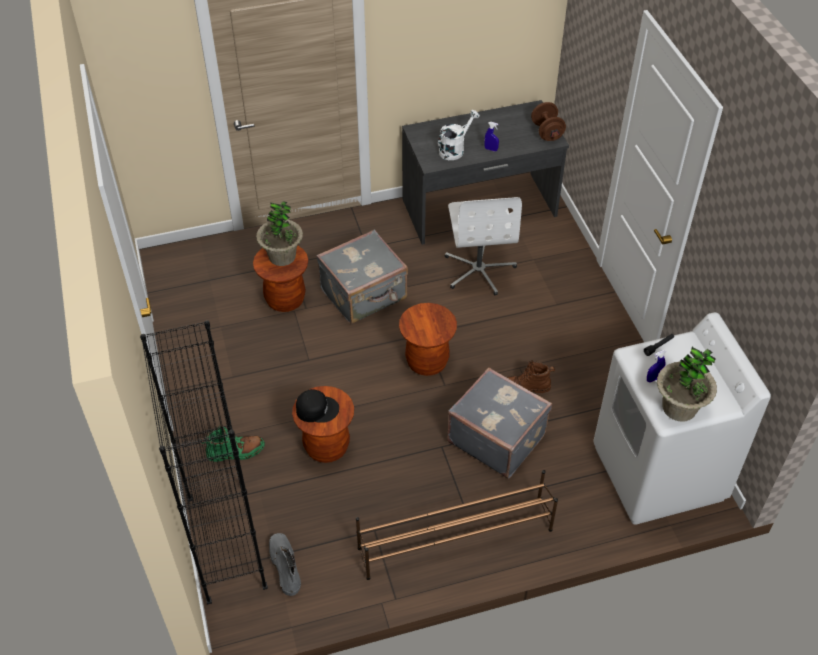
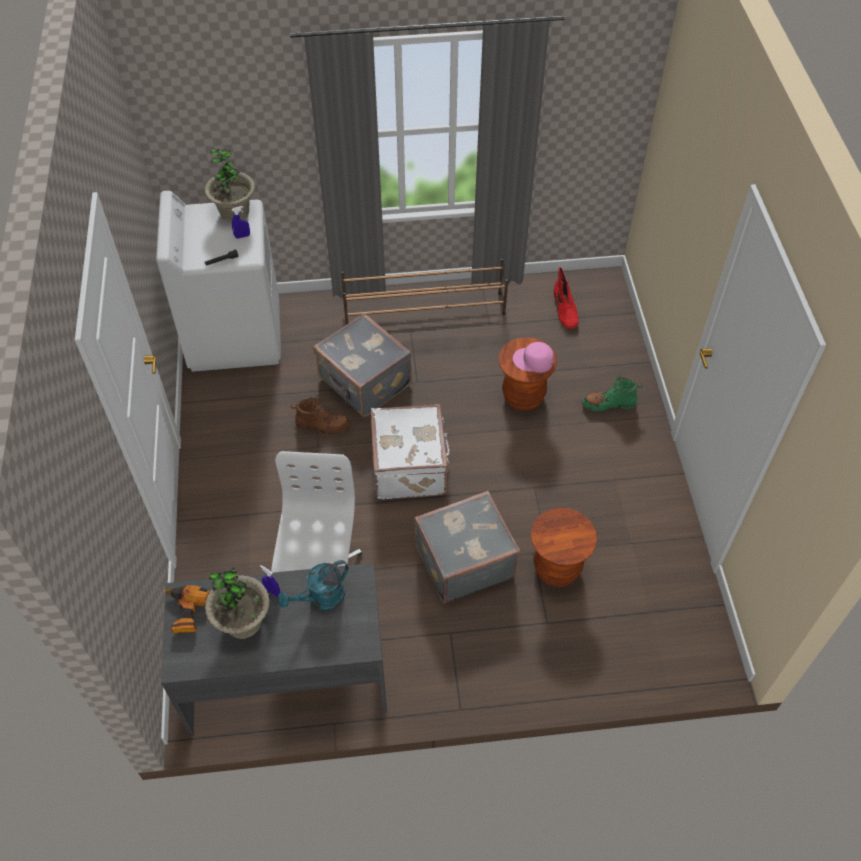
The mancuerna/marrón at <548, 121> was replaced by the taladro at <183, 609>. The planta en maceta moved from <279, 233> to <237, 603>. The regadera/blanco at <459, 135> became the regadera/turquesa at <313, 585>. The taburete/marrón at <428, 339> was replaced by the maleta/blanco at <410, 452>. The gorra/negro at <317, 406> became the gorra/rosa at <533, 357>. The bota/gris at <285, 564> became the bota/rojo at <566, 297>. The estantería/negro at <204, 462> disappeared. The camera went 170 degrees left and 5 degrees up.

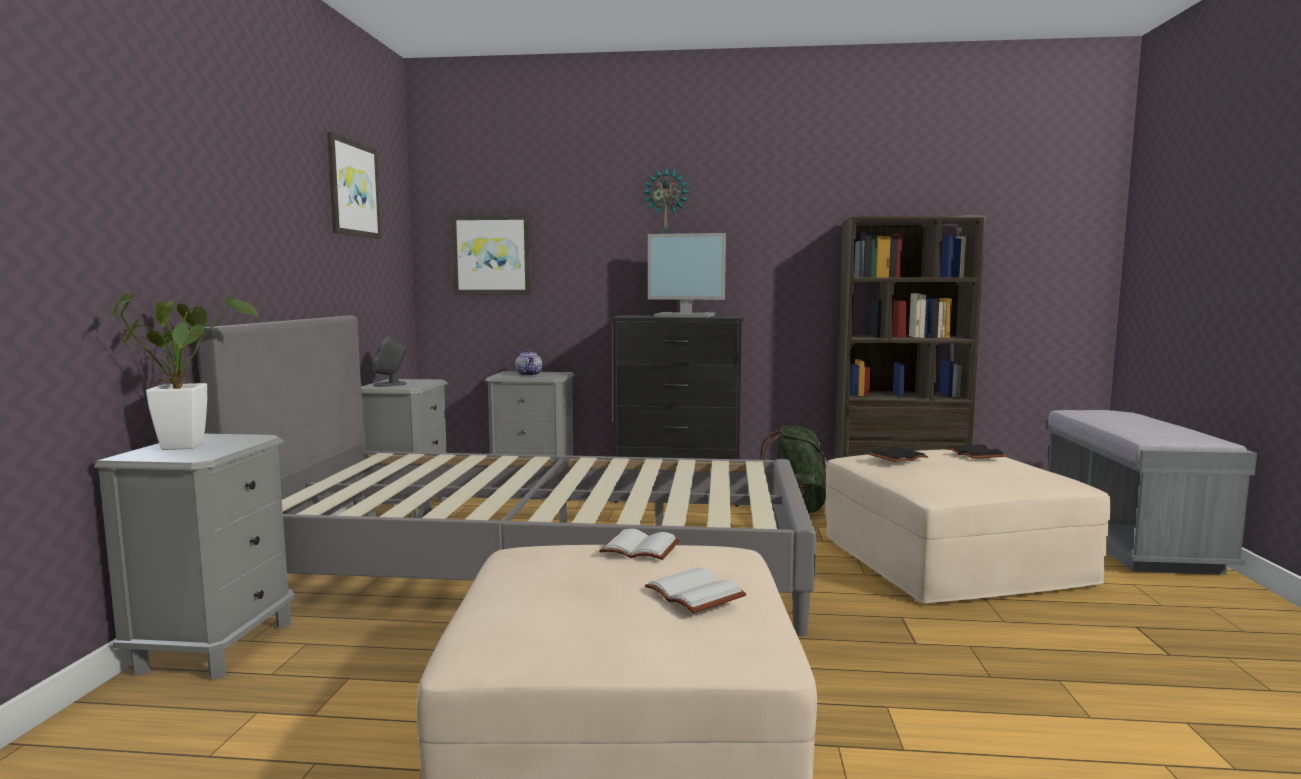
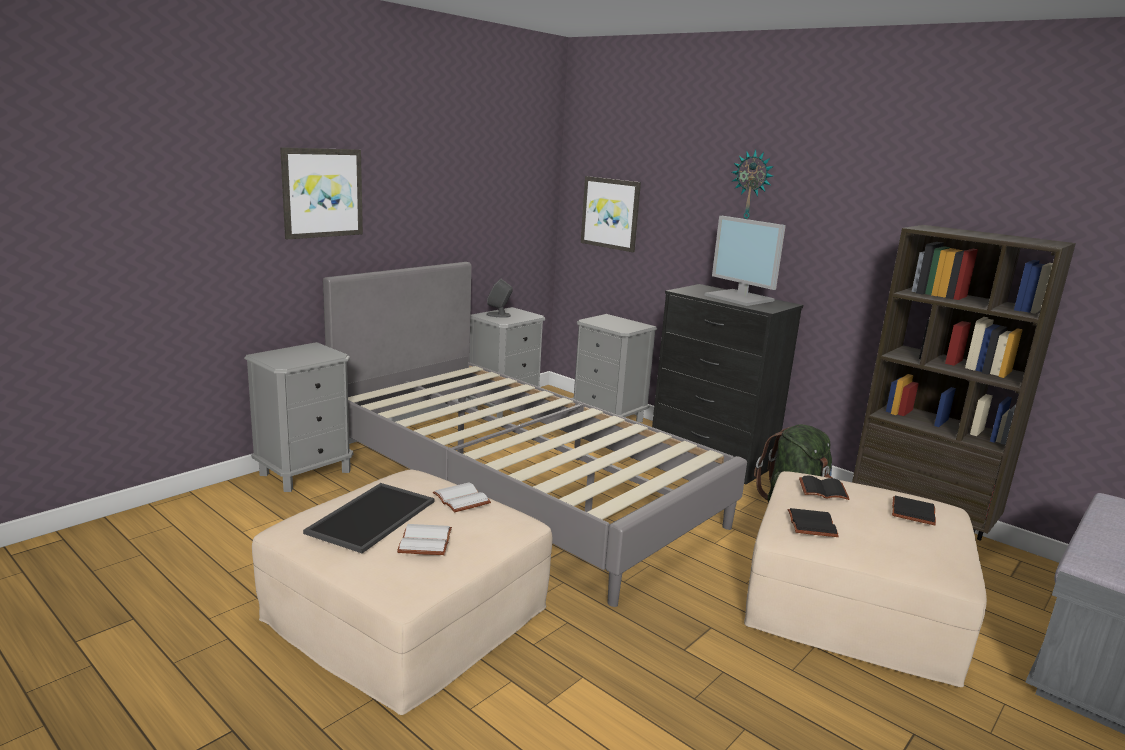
The cuadro moved from <354, 185> to <321, 193>. The bandeja at <369, 518> appeared. The libro/negro at <813, 522> appeared. The planta en maceta at <185, 371> disappeared. The tetera at <528, 362> disappeared. The camera went 35 degrees right and 10 degrees up.

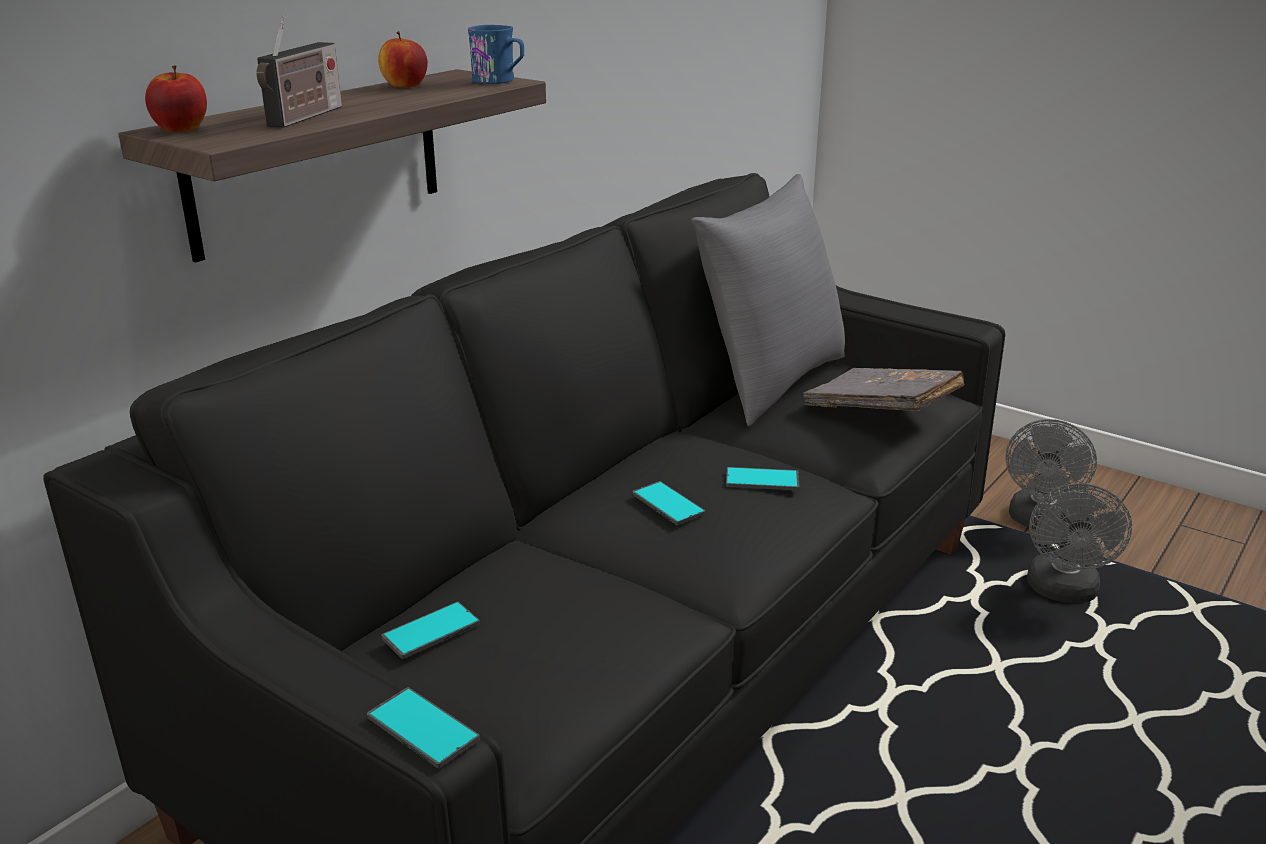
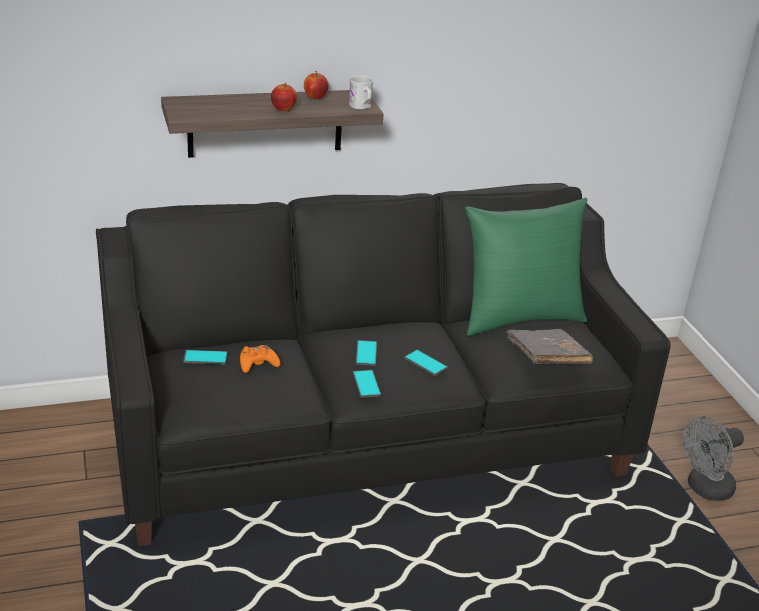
The mando de consola/naranja at <260, 359> appeared. The manzana moved from <176, 98> to <284, 97>. The taza grande/azul at <496, 54> became the taza grande/blanco at <361, 92>. The móvil moved from <423, 727> to <367, 384>. The cojín/gris at <768, 300> became the cojín/verde at <526, 267>. The radio at <299, 71> disappeared. The ventilador/gris at <1079, 543> disappeared. The camera went 35 degrees right and 5 degrees up.

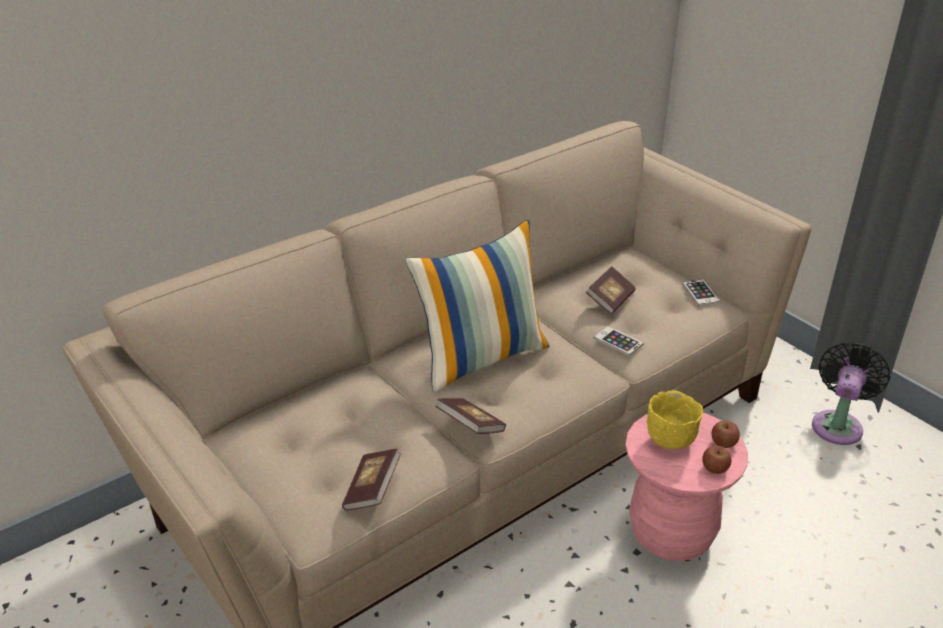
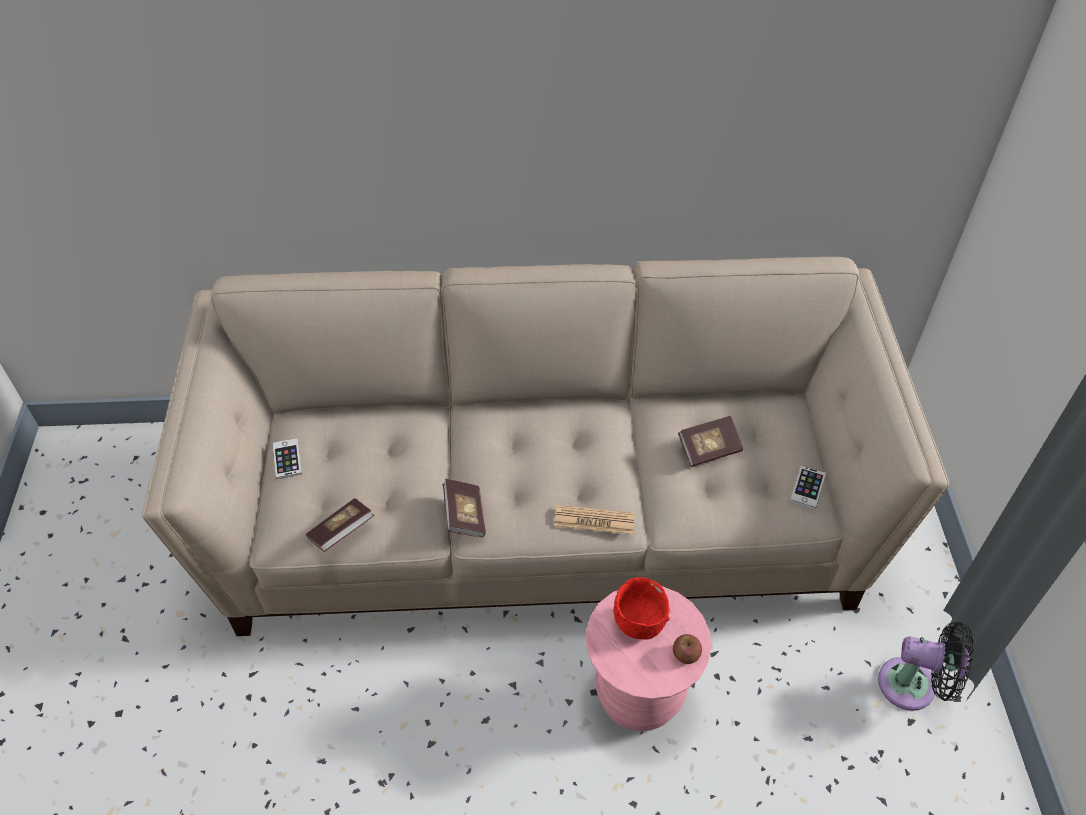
The móvil moved from <618, 341> to <287, 458>. The periódico at <594, 520> appeared. The cuenco/amarillo at <675, 419> became the cuenco/rojo at <641, 608>. The ventilador/negro at <851, 393> turned 45 degrees clockwise. The cojín at <477, 306> disappeared. The manzana at <717, 459> disappeared. The camera went 35 degrees right and 15 degrees up.

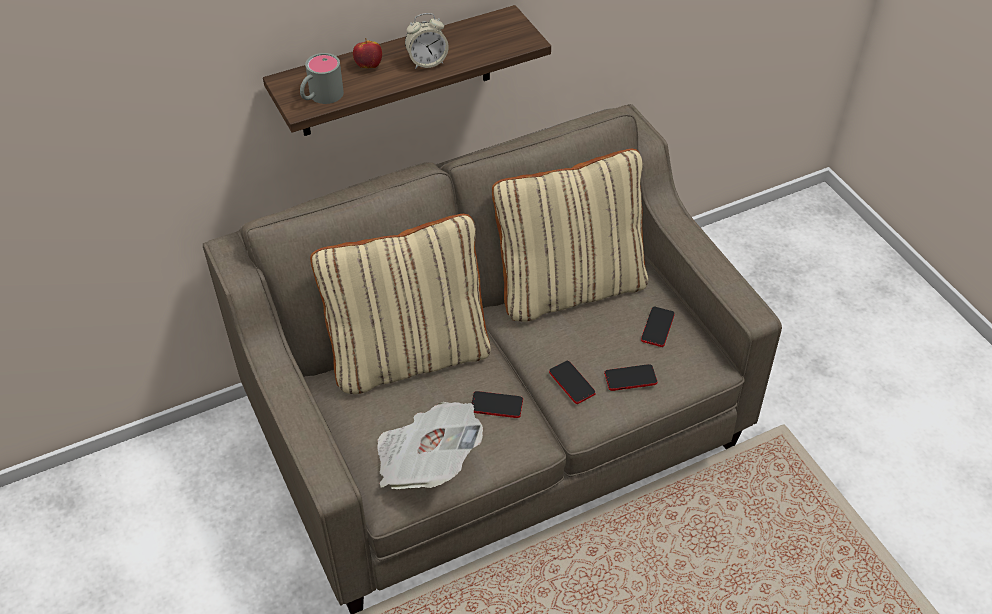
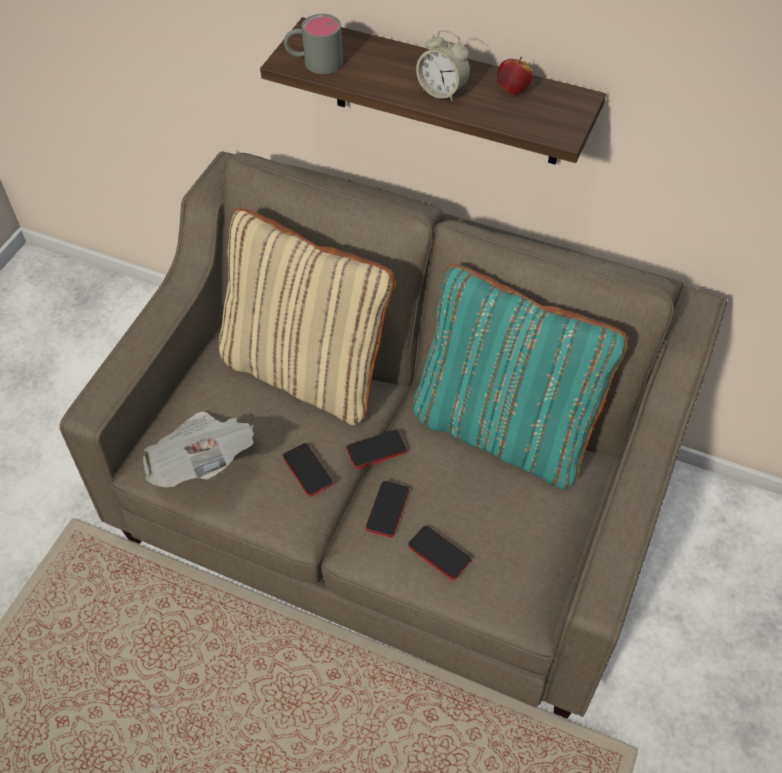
The móvil moved from <658, 326> to <376, 449>. The cojín/beis at <570, 235> became the cojín/turquesa at <520, 376>. The manzana moved from <367, 53> to <514, 75>. The camera went 50 degrees right and 5 degrees up.

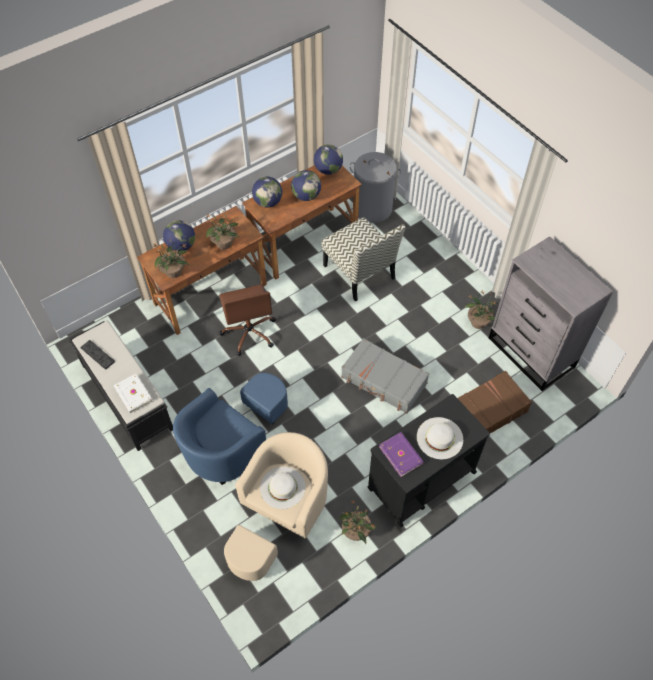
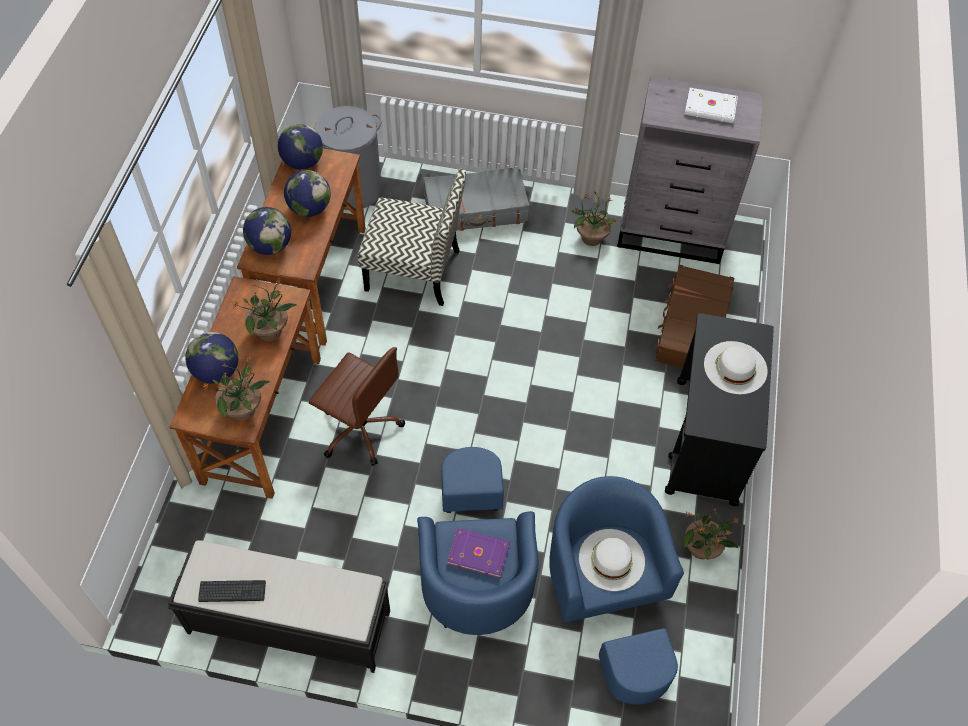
The maleta/gris moved from <385, 376> to <476, 199>. The libro/morado moved from <401, 454> to <478, 553>. The sillón/beis at <276, 506> became the sillón/azul at <616, 590>. The libro/blanco moved from <133, 393> to <711, 105>. The camera went 45 degrees left and 0 degrees up.

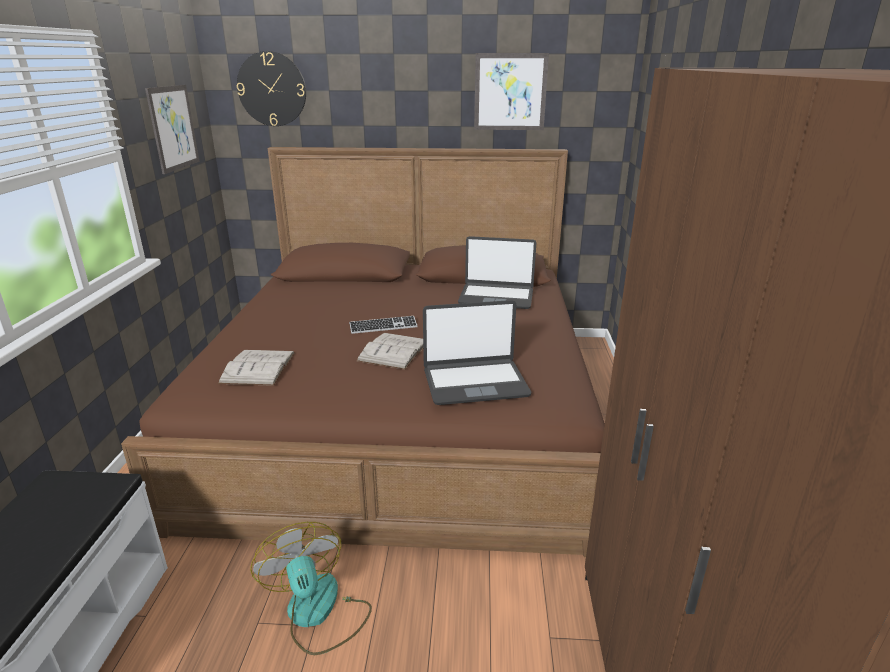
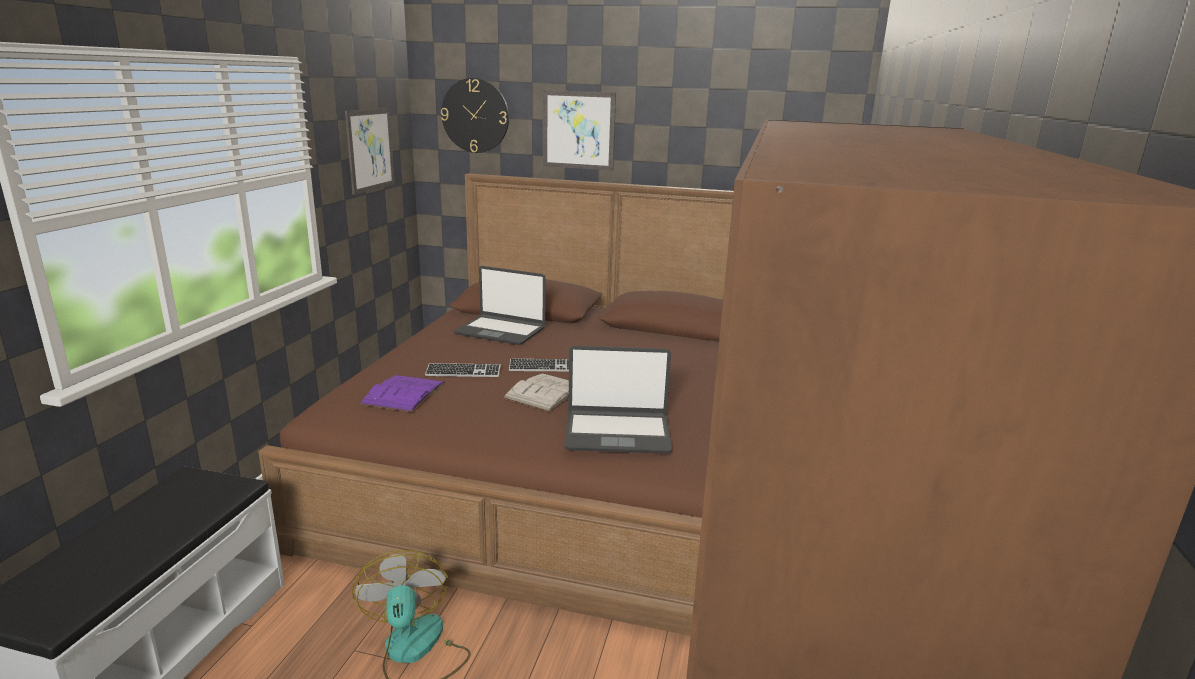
The libro/blanco at <256, 368> became the libro/morado at <402, 393>. The teclado at <463, 370> appeared. The portátil moved from <497, 272> to <500, 305>. The cuadro moved from <511, 91> to <579, 130>. The camera went 10 degrees right and 5 degrees down.

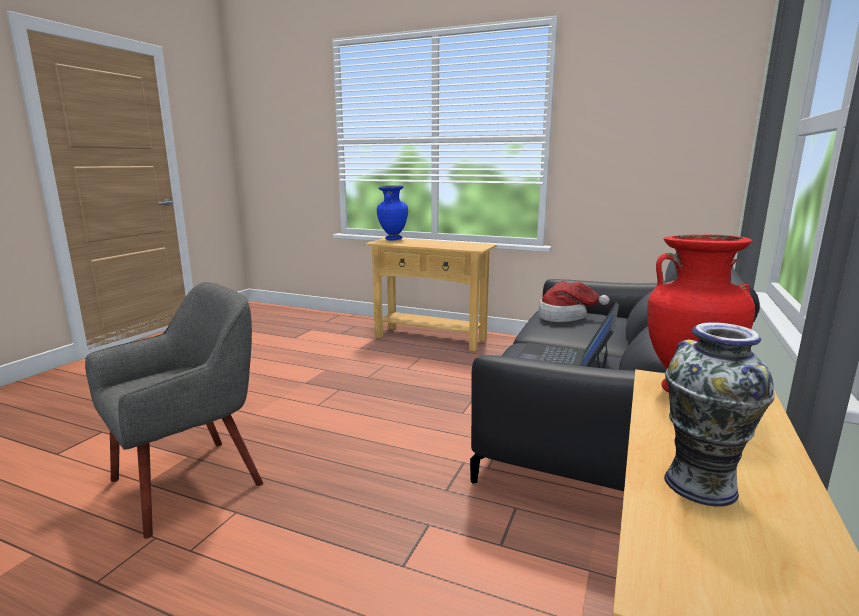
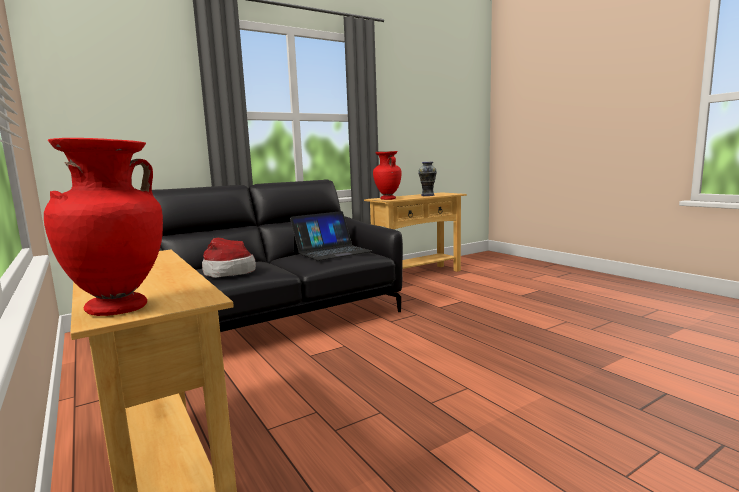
The florero/azul at <392, 212> became the florero/rojo at <103, 227>. The sillón/gris at <174, 410> disappeared. The camera went 145 degrees left and 5 degrees down.

